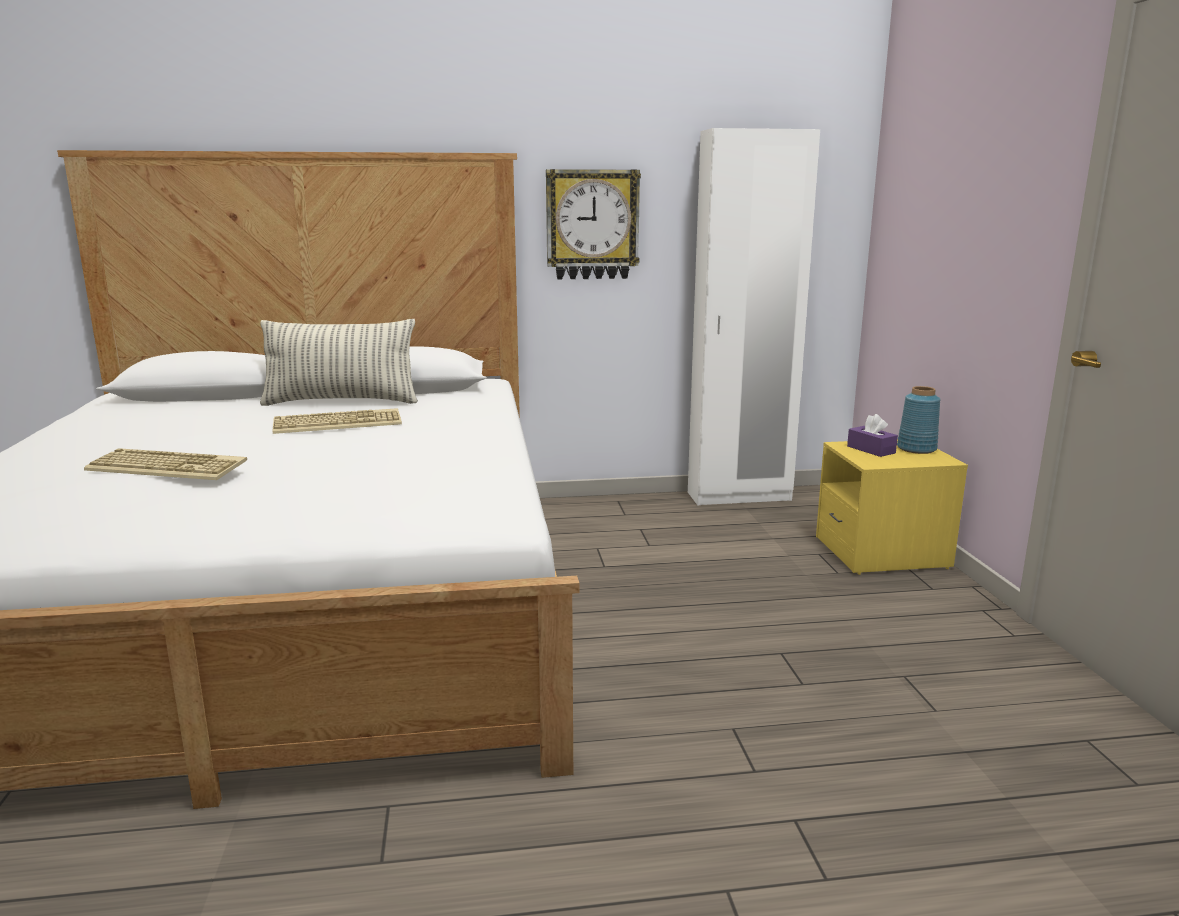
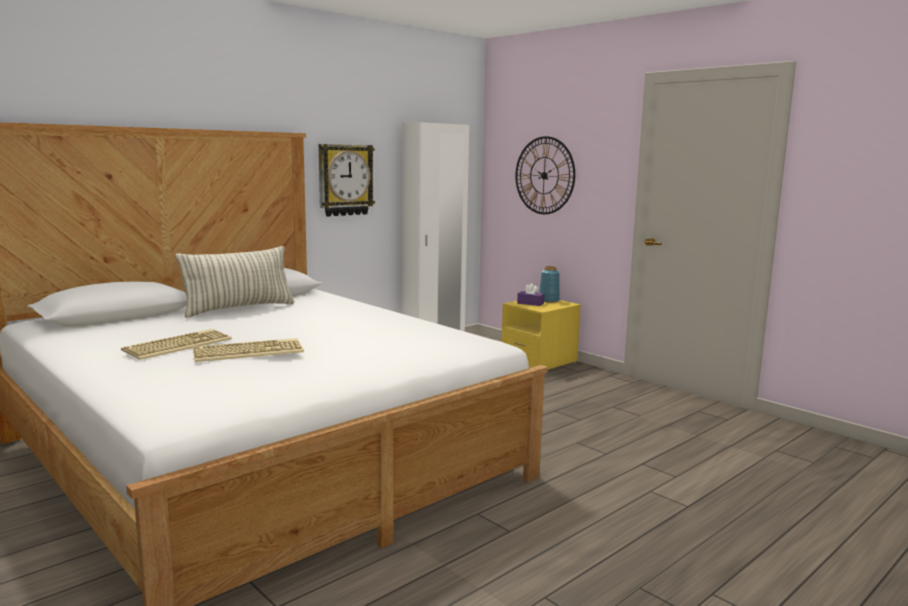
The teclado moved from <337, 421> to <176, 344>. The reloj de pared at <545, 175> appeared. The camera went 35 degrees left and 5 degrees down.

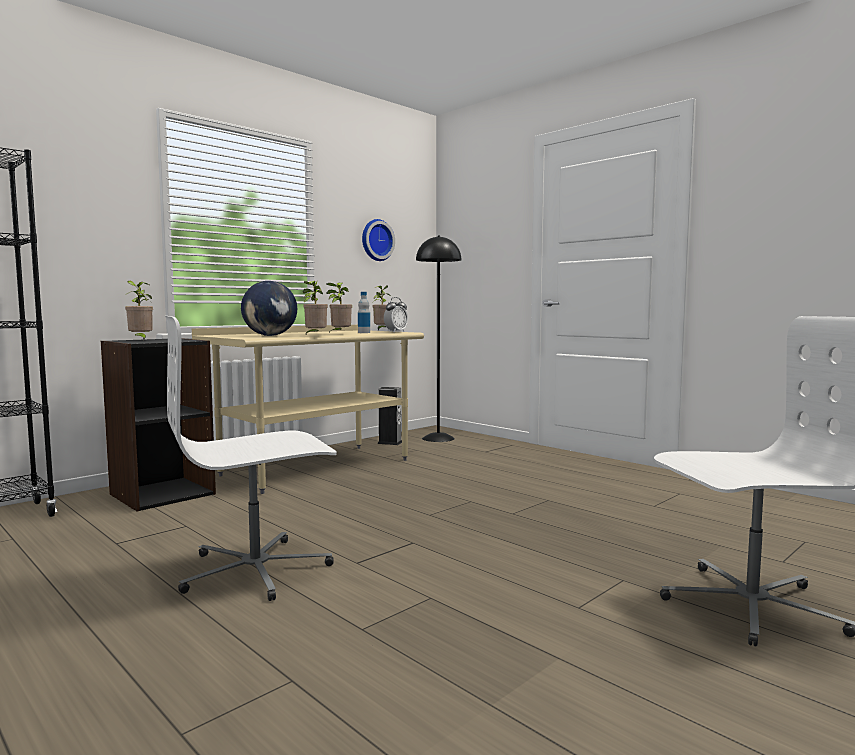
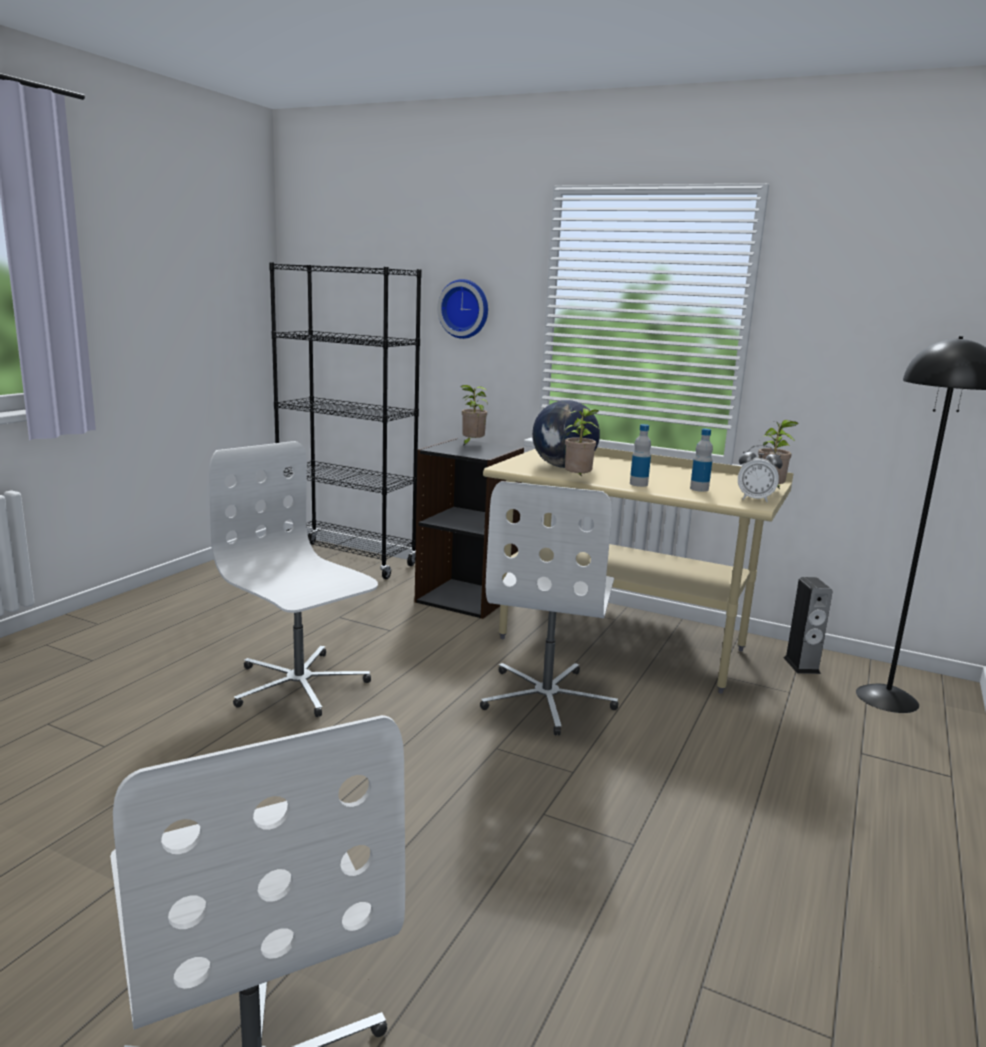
The reloj de pared moved from <378, 240> to <462, 309>. The silla de oficina/blanco at <549, 608> appeared. The planta en maceta at <339, 308> was replaced by the botella at <640, 455>. The camera went 70 degrees right and 10 degrees up.

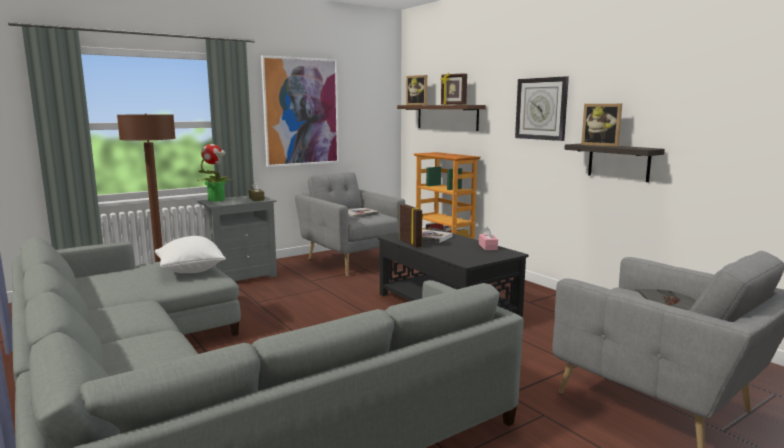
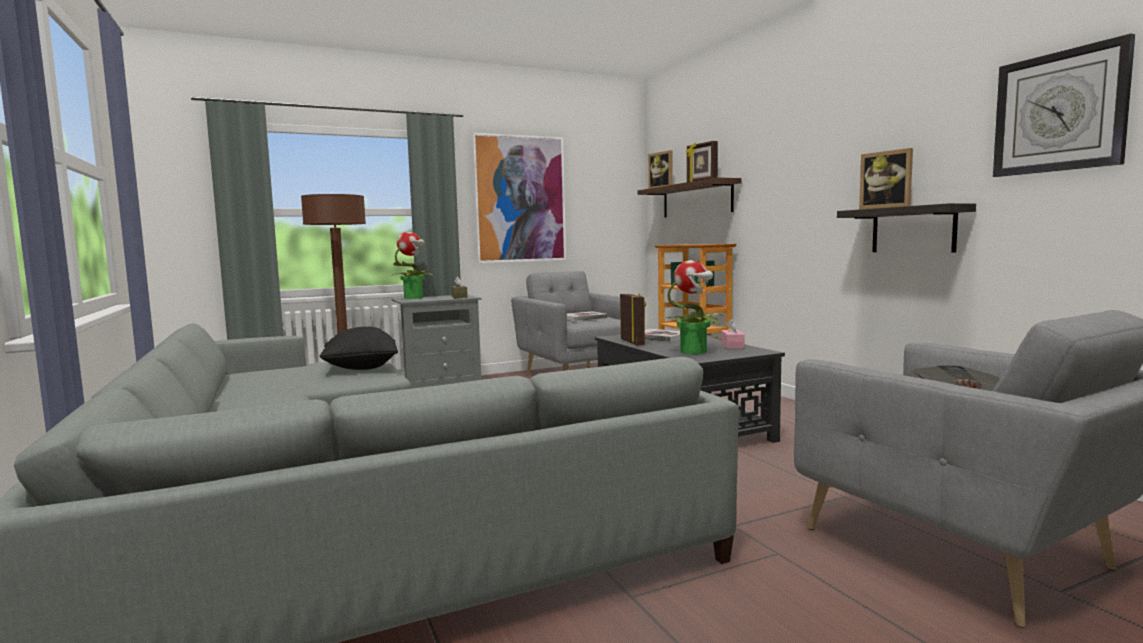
The cojín/blanco at <190, 254> became the cojín/negro at <359, 348>. The planta en maceta at <694, 307> appeared. The reloj de pared moved from <542, 108> to <1064, 105>. The camera went 10 degrees right and 5 degrees down.

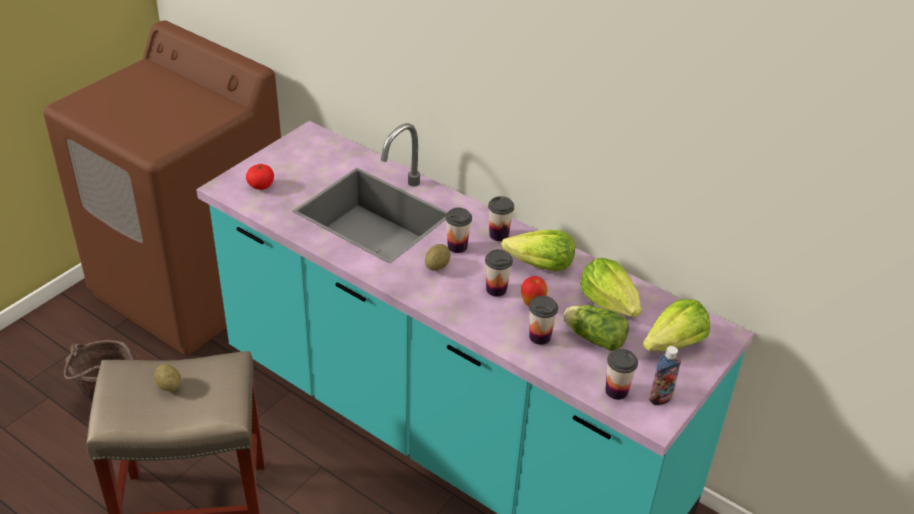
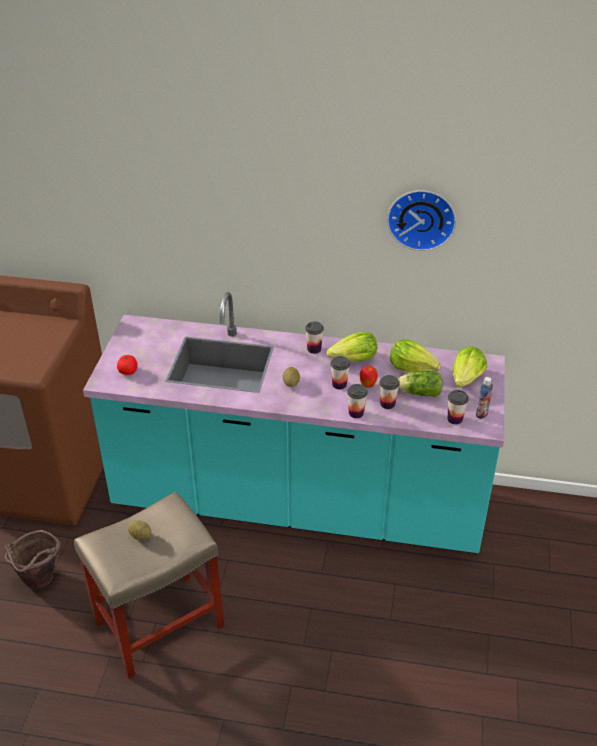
The taza moved from <459, 230> to <357, 401>. The reloj de pared at <421, 220> appeared. The camera went 25 degrees left and 0 degrees up.

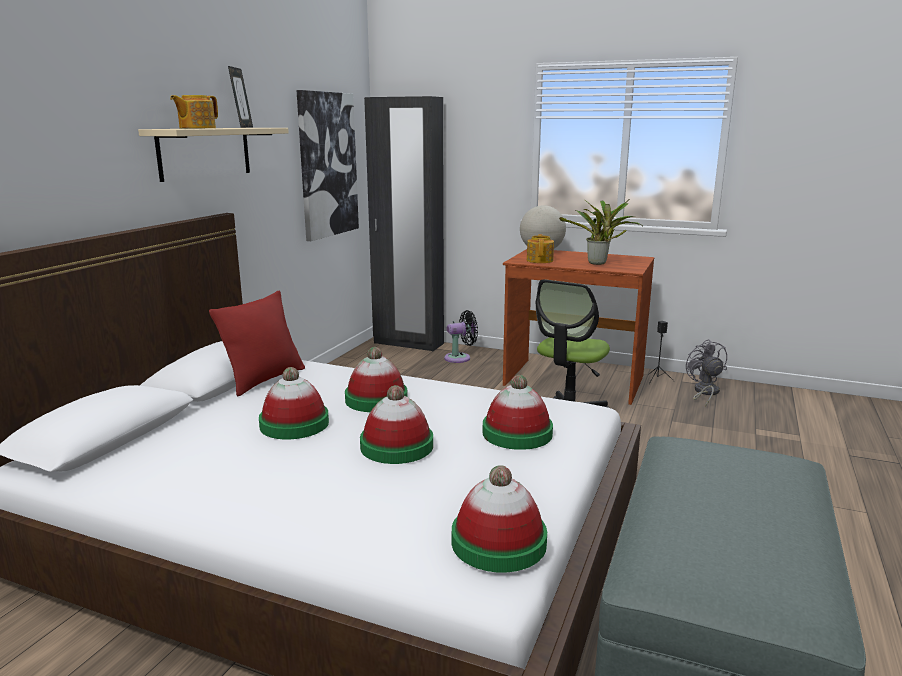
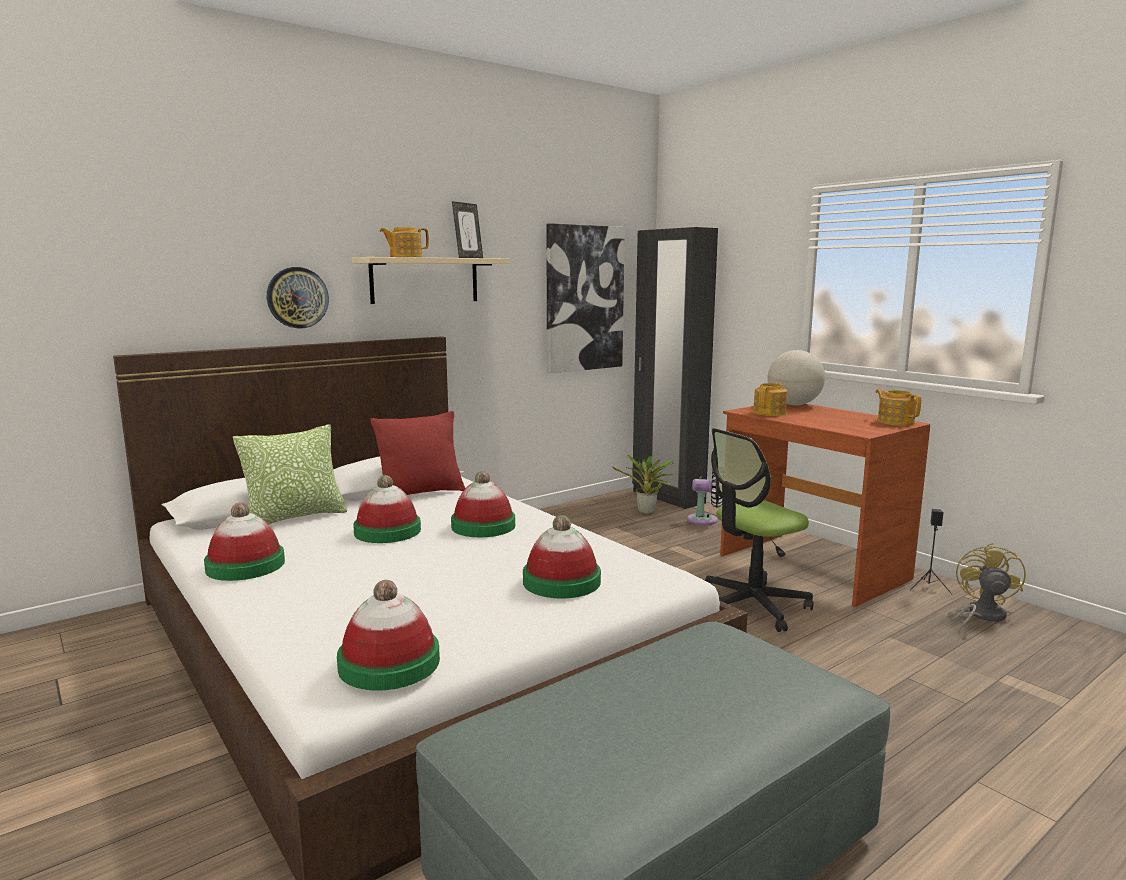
The sombrero moved from <396, 424> to <244, 541>. The cojín at <290, 474> appeared. The reloj de pared at <298, 298> appeared. The planta en maceta moved from <601, 232> to <643, 484>. The tetera at <898, 407> appeared. The ventilador/gris at <706, 373> became the ventilador/amarillo at <989, 587>. The camera went 30 degrees right and 5 degrees down.

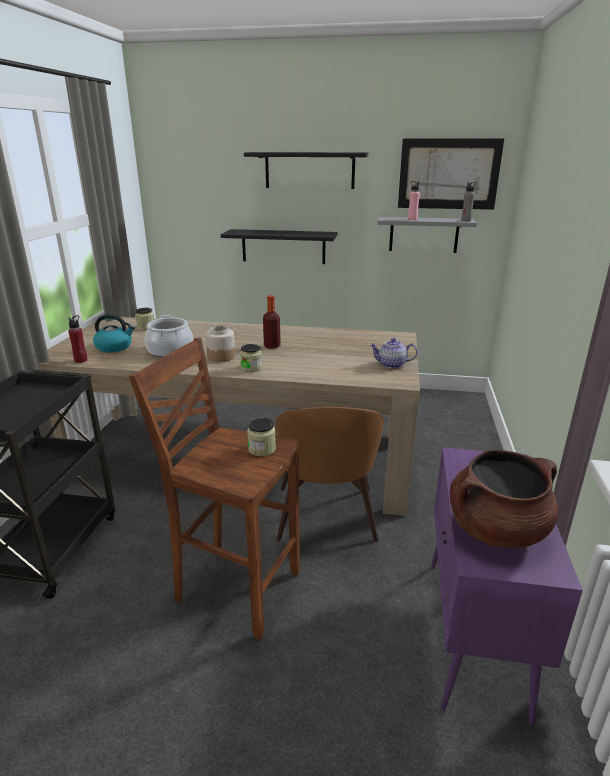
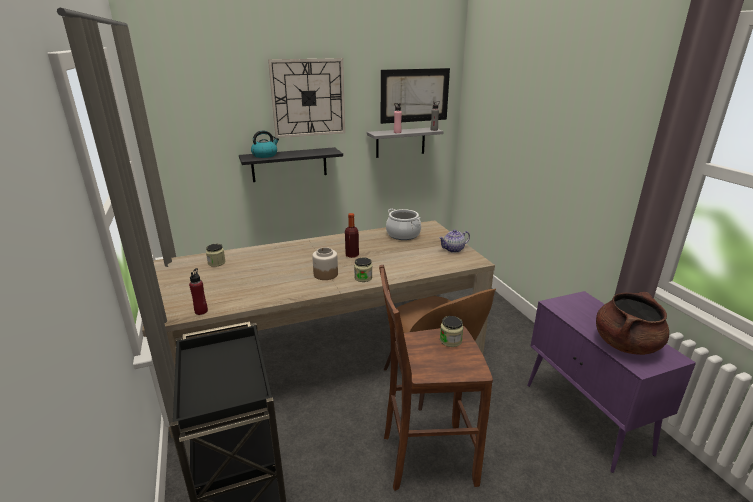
The hervidor moved from <114, 333> to <265, 144>. The estante/negro at <306, 170> was replaced by the reloj de pared at <306, 98>. The olla moved from <169, 336> to <403, 224>. The camera went 30 degrees left and 0 degrees up.

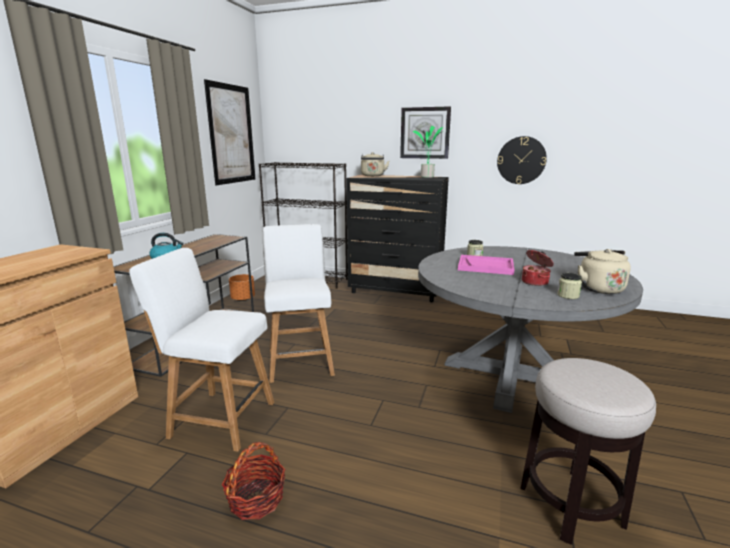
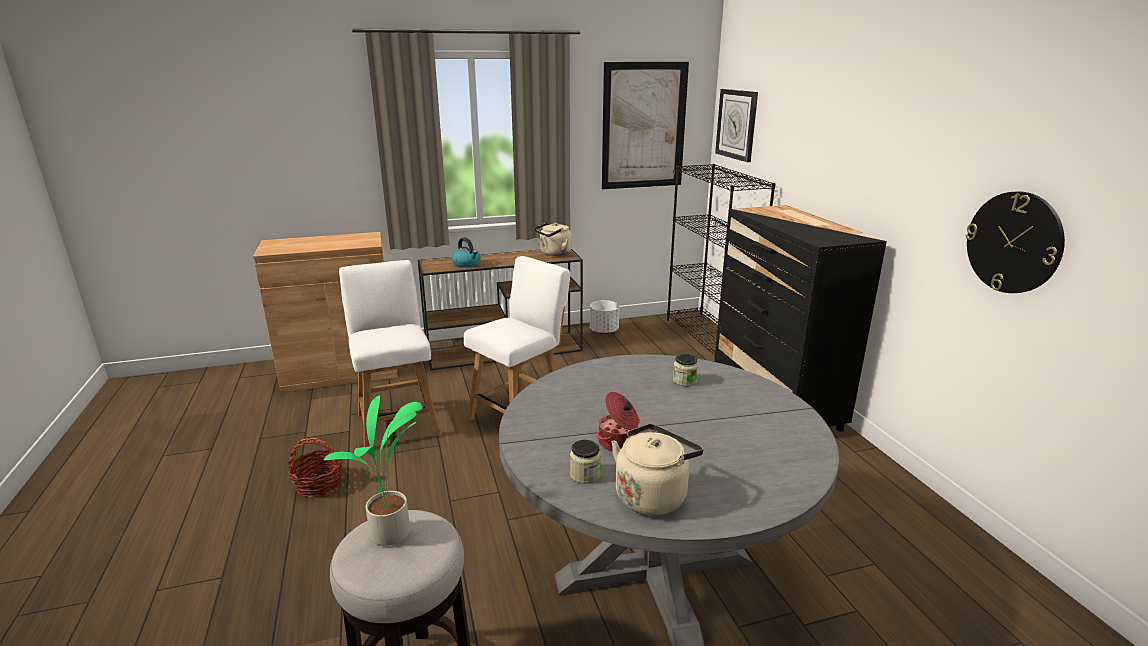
The planta en maceta moved from <429, 152> to <373, 471>. The hervidor/beis moved from <375, 164> to <553, 239>. The maceta/naranja at <242, 287> became the maceta/blanco at <604, 317>. The reloj de pared moved from <425, 132> to <736, 125>. The bandeja/rosa at <486, 265> disappeared. The camera went 55 degrees right and 5 degrees up.

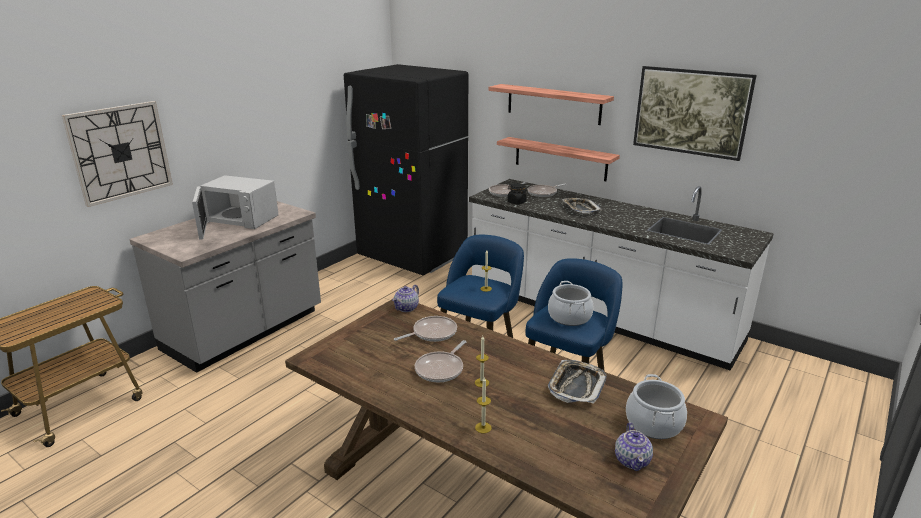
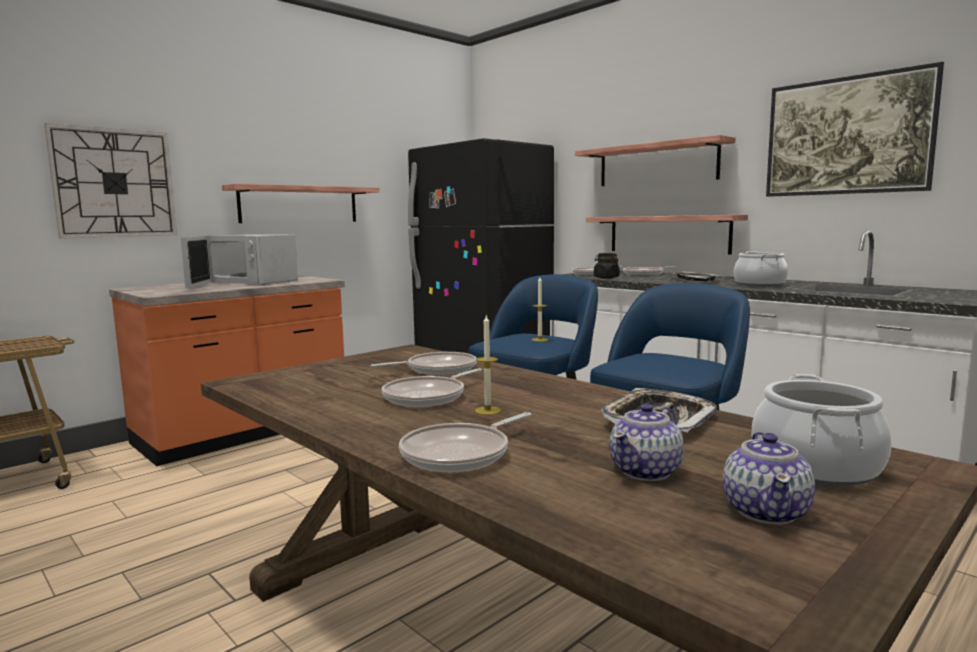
The mueble bajo de cocina/gris at <225, 287> became the mueble bajo de cocina/naranja at <227, 370>. The estante at <301, 203> appeared. The vela at <483, 405> was replaced by the sartén at <465, 442>. The tetera moved from <405, 298> to <646, 442>. The olla moved from <570, 303> to <761, 269>. The camera went 10 degrees right and 15 degrees down.

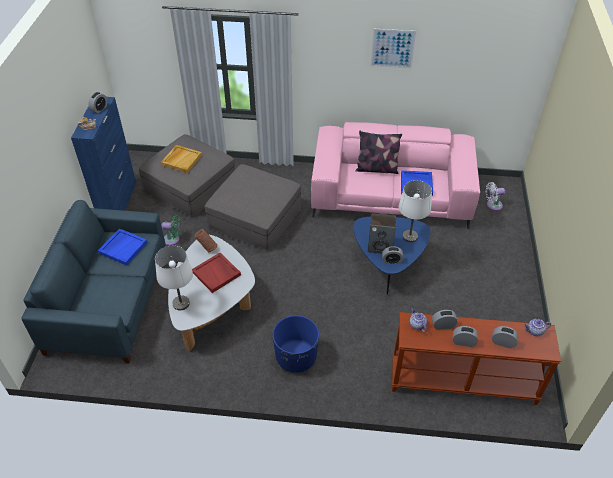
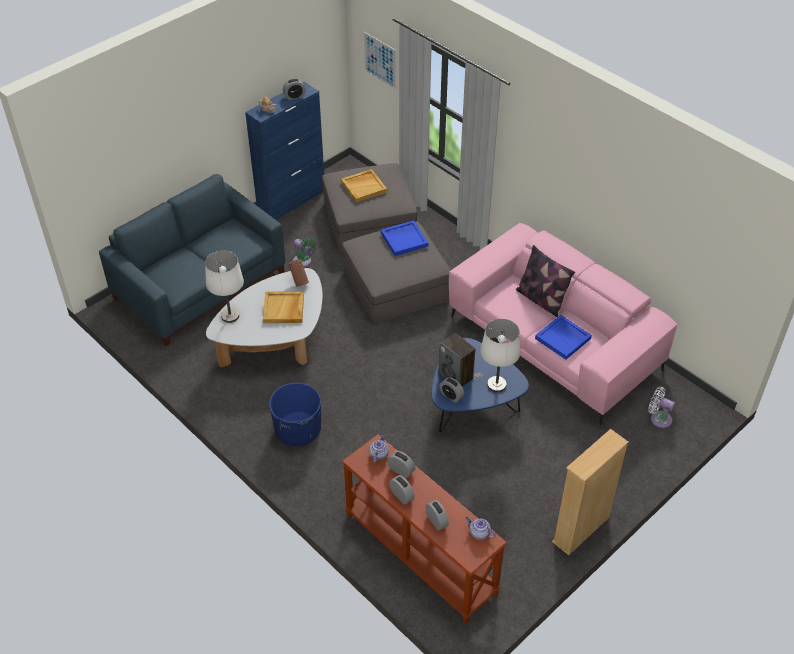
The bandeja/rojo at <216, 273> became the bandeja/beis at <283, 307>. The cuadro moved from <393, 48> to <380, 61>. The bandeja/azul moved from <122, 247> to <405, 238>. The estantería/beis at <590, 492> appeared. The camera went 40 degrees right and 0 degrees up.

